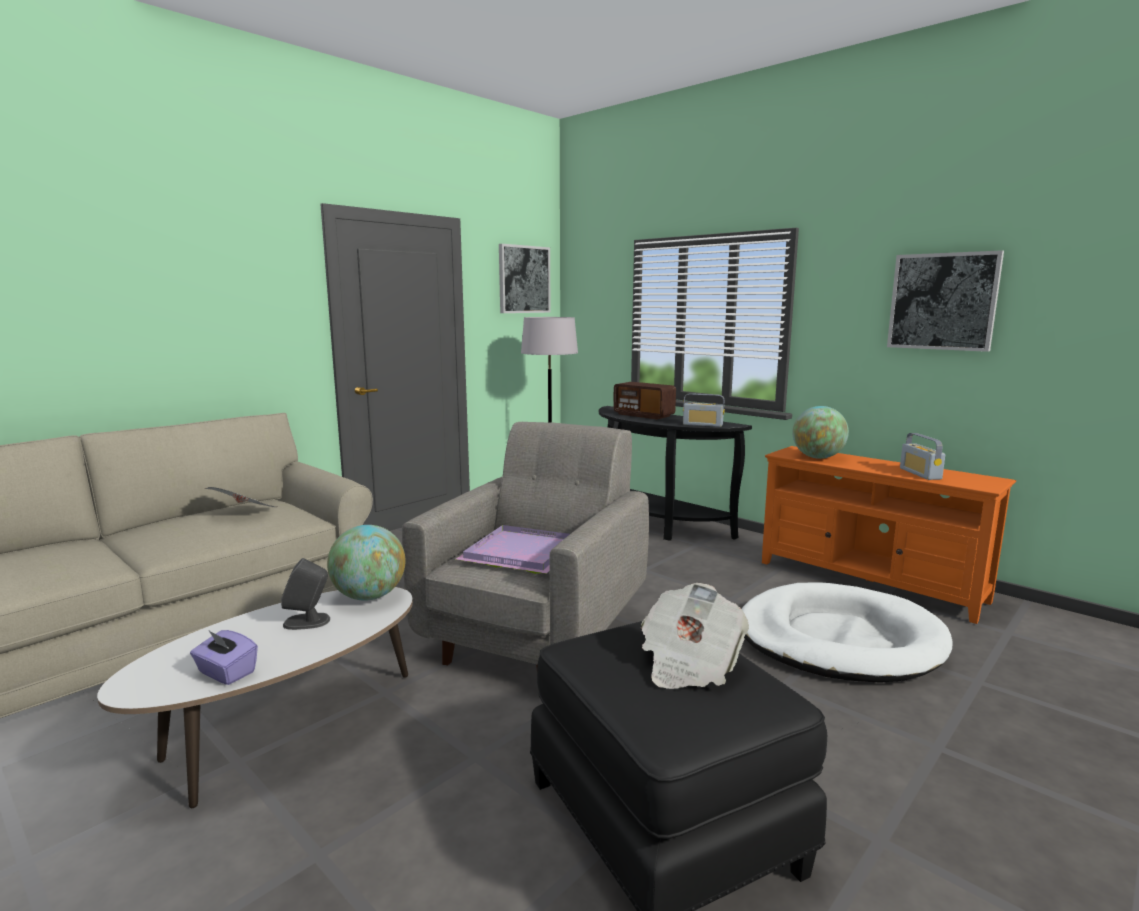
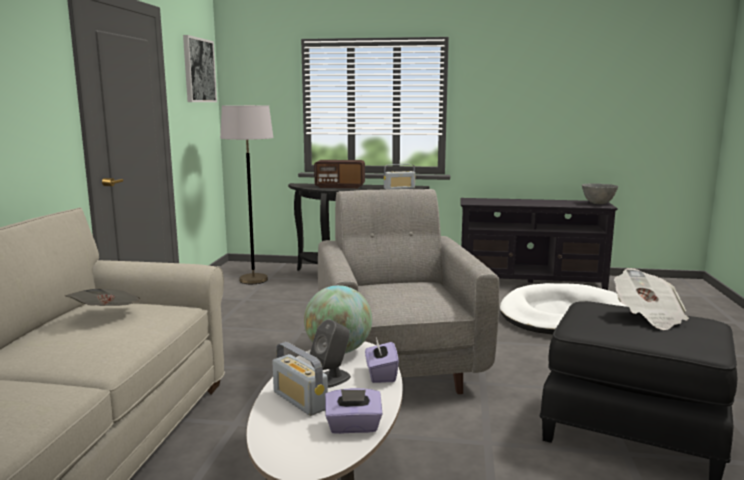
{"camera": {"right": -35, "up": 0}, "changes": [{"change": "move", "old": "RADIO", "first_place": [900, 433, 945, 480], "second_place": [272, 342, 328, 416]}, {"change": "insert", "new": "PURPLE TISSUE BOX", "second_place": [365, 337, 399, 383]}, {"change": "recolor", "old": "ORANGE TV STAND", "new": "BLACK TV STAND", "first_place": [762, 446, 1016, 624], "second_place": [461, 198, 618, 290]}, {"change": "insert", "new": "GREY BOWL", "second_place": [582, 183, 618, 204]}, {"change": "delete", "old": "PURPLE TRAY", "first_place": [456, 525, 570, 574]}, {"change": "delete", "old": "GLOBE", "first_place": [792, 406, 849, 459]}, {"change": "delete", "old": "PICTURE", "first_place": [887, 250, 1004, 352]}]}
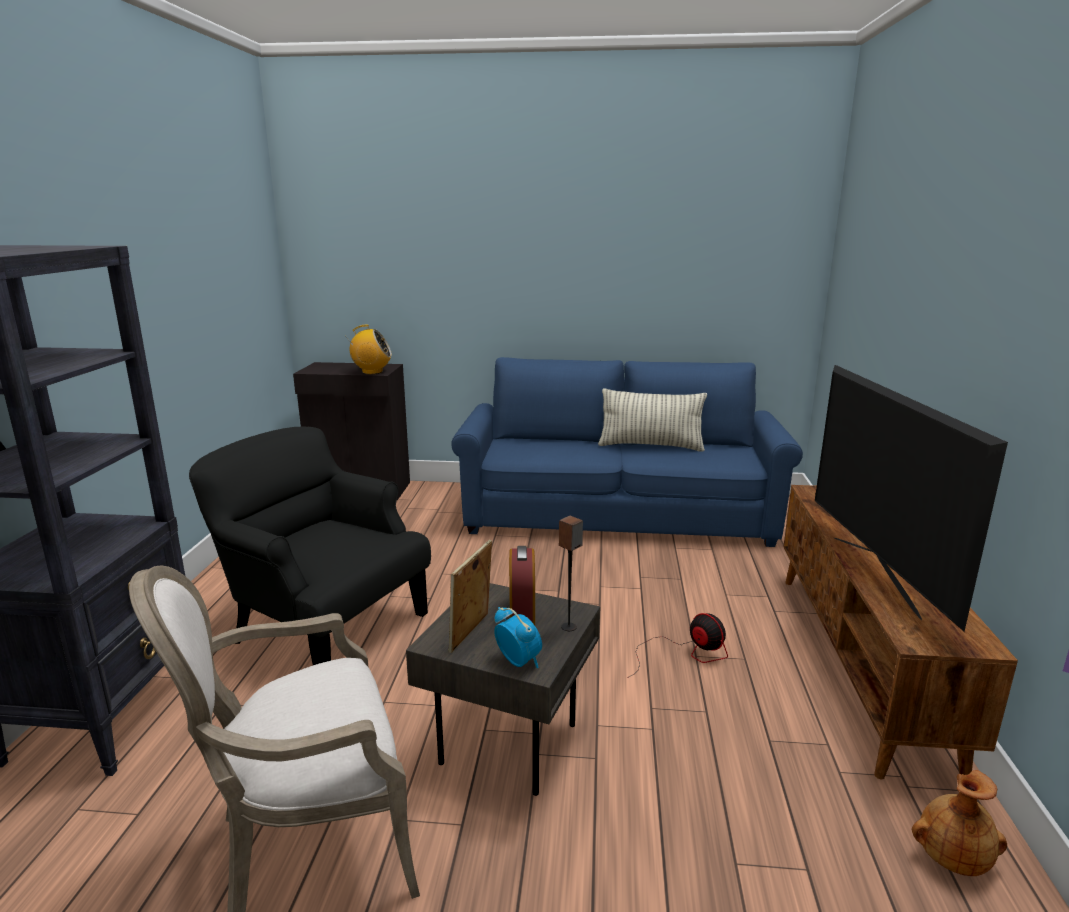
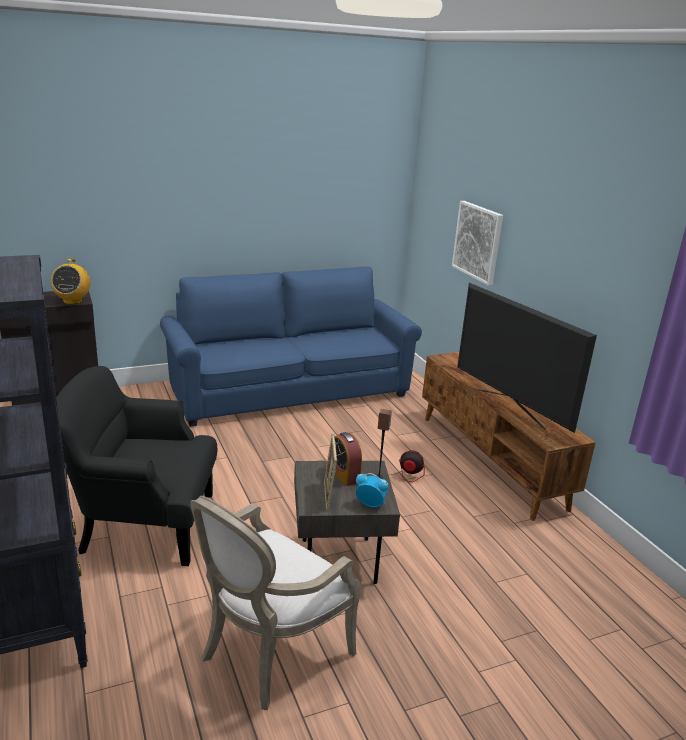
{"camera": {"right": -30, "up": 5}, "changes": [{"change": "rotate", "old": "RADIO", "first_place": [345, 325, 392, 374], "second_place": [51, 259, 90, 304], "degrees": 120}, {"change": "insert", "new": "PICTURE", "second_place": [452, 201, 503, 286]}, {"change": "delete", "old": "PILLOW", "first_place": [598, 389, 707, 452]}, {"change": "delete", "old": "BROWN VASE", "first_place": [912, 770, 1007, 876]}]}
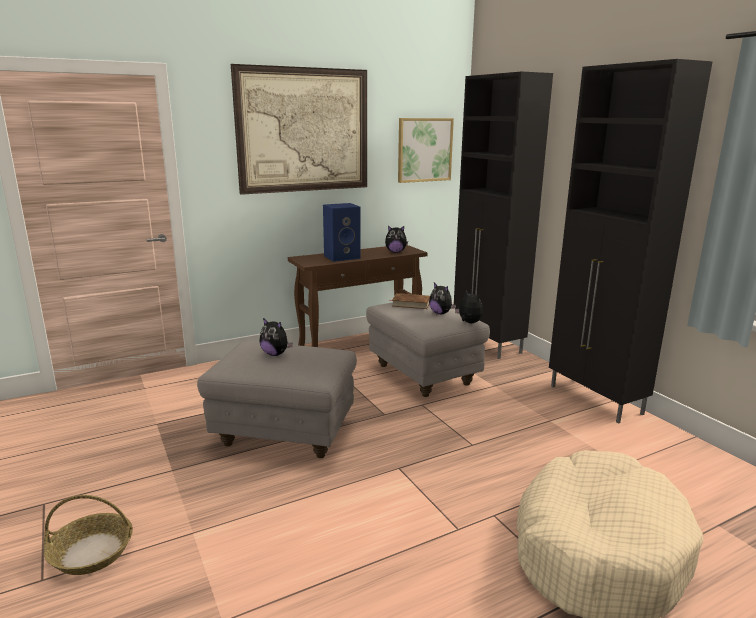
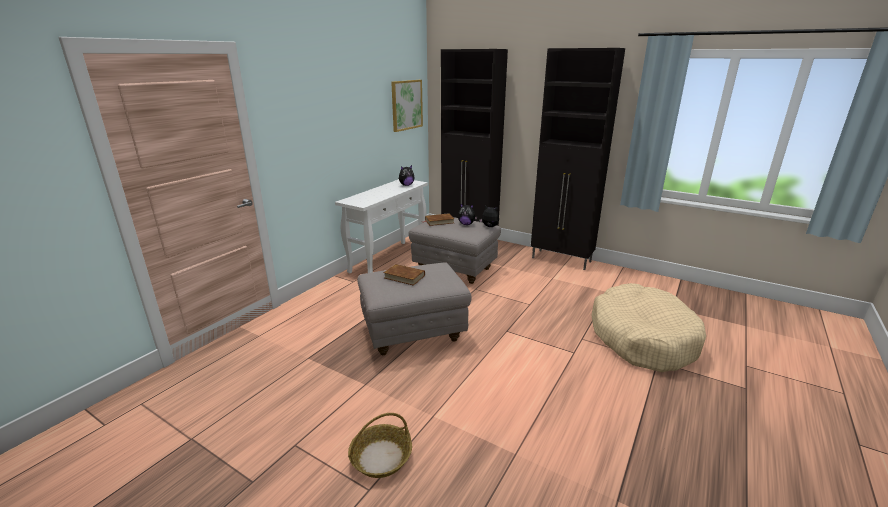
{"camera": {"right": -30, "up": 5}, "changes": [{"change": "recolor", "old": "BROWN CONSOLE TABLE", "new": "WHITE CONSOLE TABLE", "first_place": [288, 245, 428, 347], "second_place": [335, 179, 428, 273]}, {"change": "replace", "old": "PLUSH TOY", "new": "BROWN BOOK", "first_place": [259, 318, 293, 356], "second_place": [384, 264, 425, 286]}, {"change": "delete", "old": "PICTURE", "first_place": [231, 64, 367, 195]}, {"change": "delete", "old": "BLUE SPEAKER", "first_place": [323, 203, 361, 262]}]}
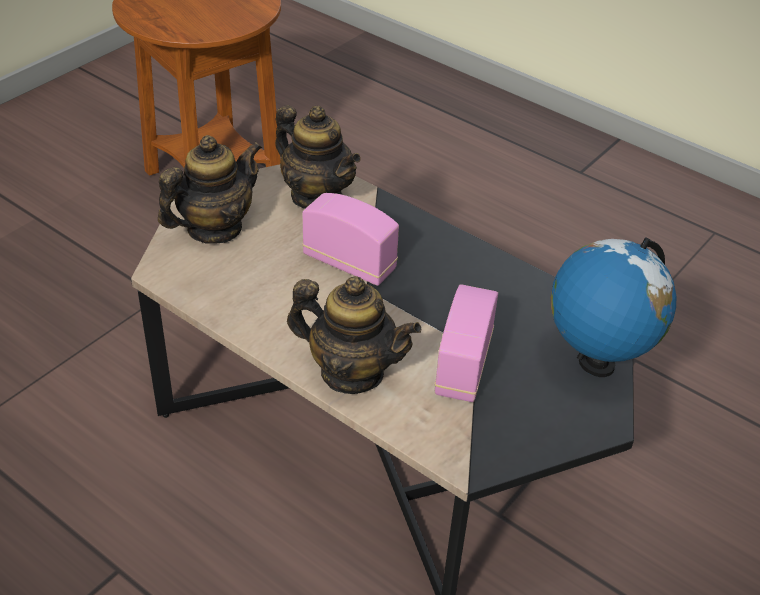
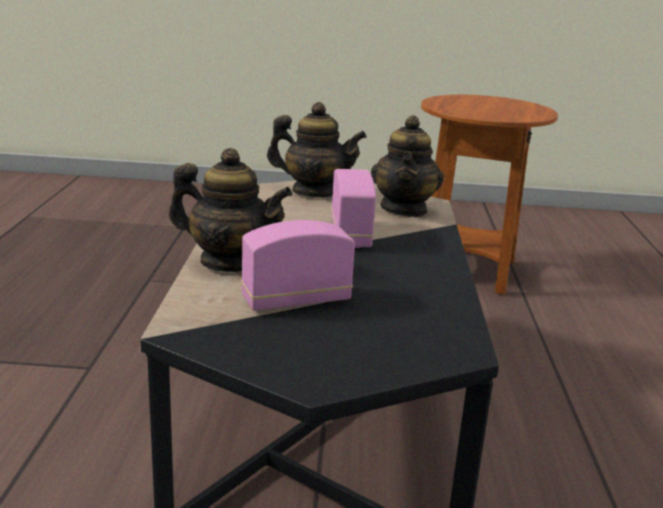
{"camera": {"right": 55, "up": -20}, "changes": [{"change": "rotate", "old": "TEAPOT", "first_place": [287, 276, 422, 394], "second_place": [169, 148, 292, 272], "degrees": -60}, {"change": "delete", "old": "GLOBE", "first_place": [551, 237, 676, 377]}]}
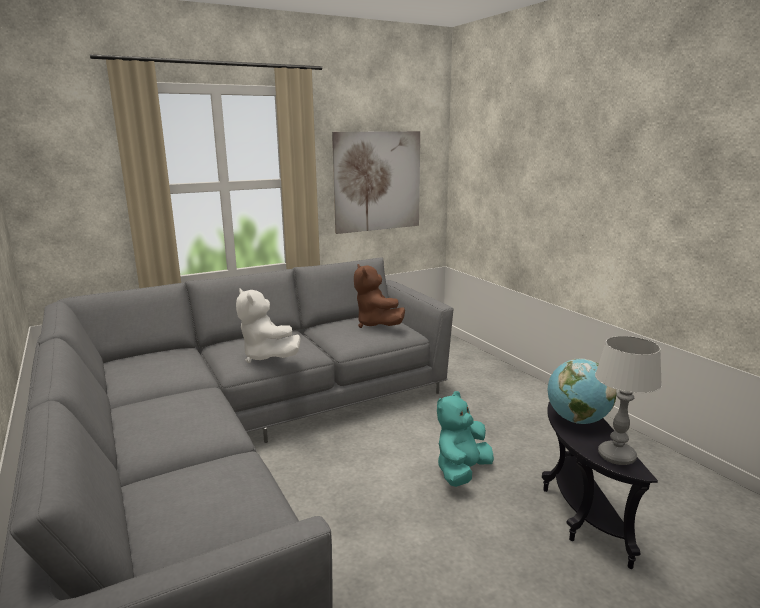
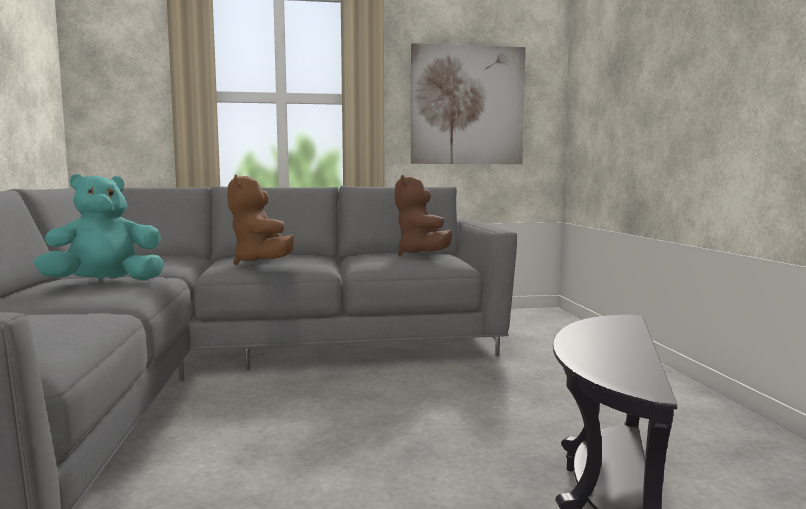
{"camera": {"right": 20, "up": -10}, "changes": [{"change": "move", "old": "TURQUOISE PLUSH TOY", "first_place": [437, 391, 494, 487], "second_place": [34, 174, 164, 280]}, {"change": "recolor", "old": "WHITE PLUSH TOY", "new": "BROWN PLUSH TOY", "first_place": [236, 289, 301, 363], "second_place": [227, 174, 295, 265]}, {"change": "delete", "old": "GLOBE", "first_place": [548, 358, 616, 424]}, {"change": "delete", "old": "TABLE LAMP", "first_place": [595, 336, 662, 465]}]}
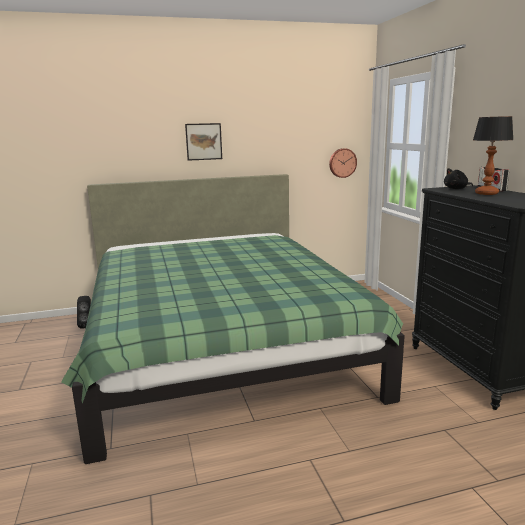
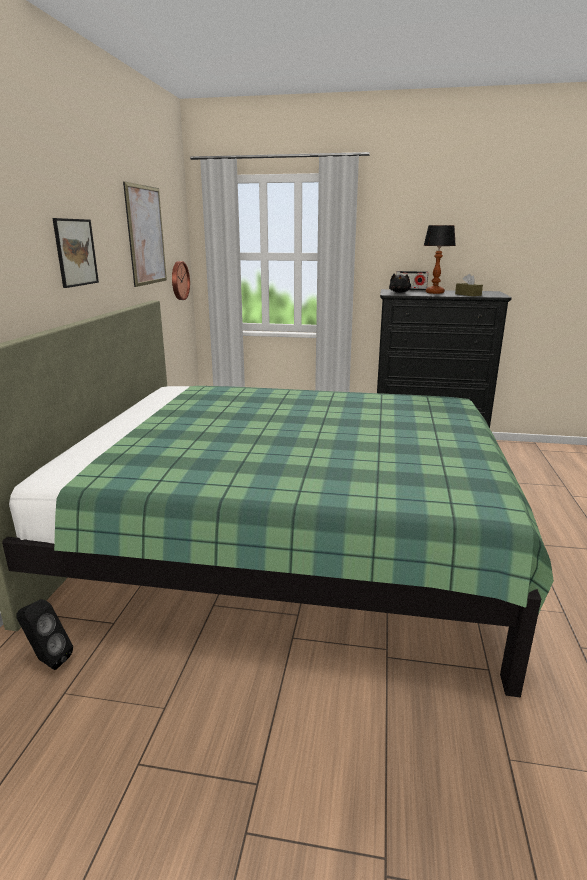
{"camera": {"right": -65, "up": 5}, "changes": [{"change": "insert", "new": "PICTURE", "second_place": [123, 181, 167, 287]}, {"change": "insert", "new": "BROWN TISSUE BOX", "second_place": [455, 274, 483, 296]}]}
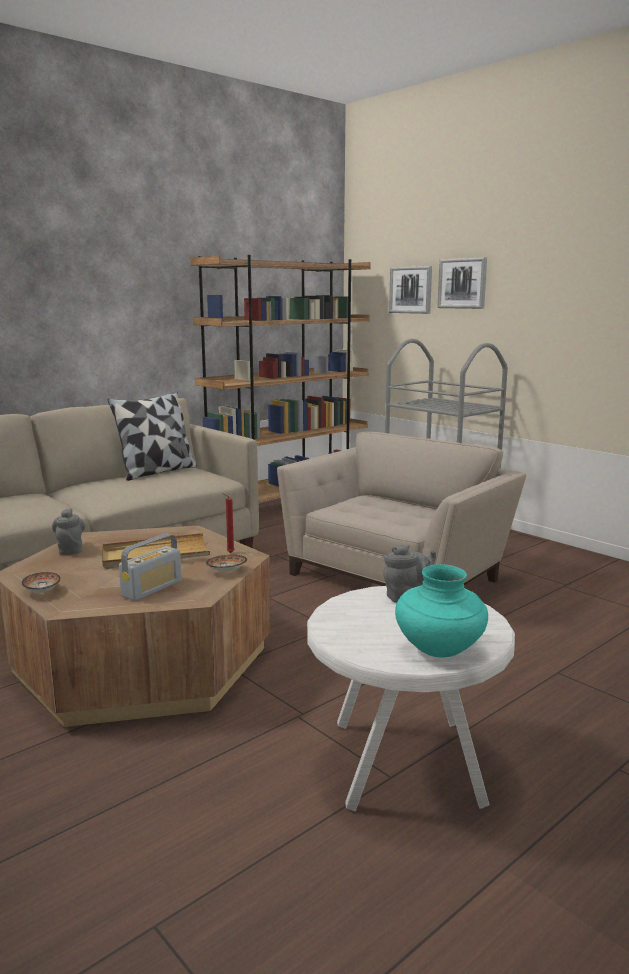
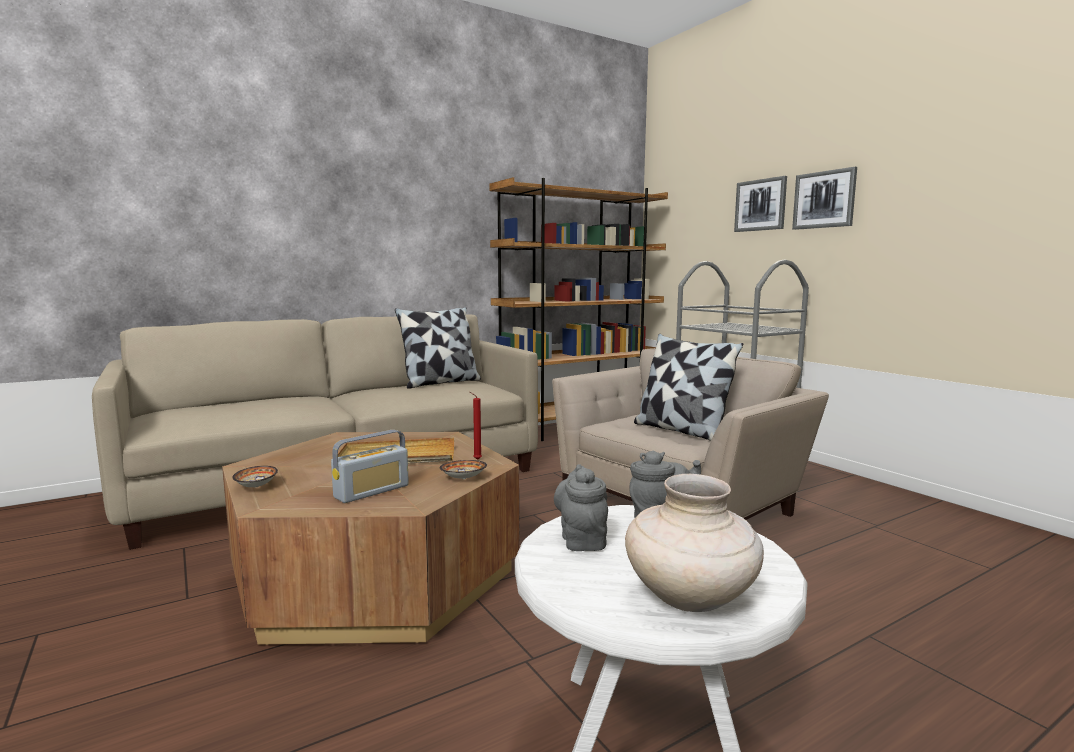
{"camera": {"right": 10, "up": -5}, "changes": [{"change": "move", "old": "GREY TEAPOT", "first_place": [52, 508, 85, 555], "second_place": [554, 464, 608, 551]}, {"change": "recolor", "old": "TURQUOISE VASE", "new": "BEIGE VASE", "first_place": [395, 564, 488, 657], "second_place": [625, 474, 764, 612]}, {"change": "insert", "new": "PILLOW", "second_place": [634, 334, 743, 441]}, {"change": "move", "old": "PICTURE", "first_place": [389, 266, 432, 314], "second_place": [792, 167, 857, 230]}]}
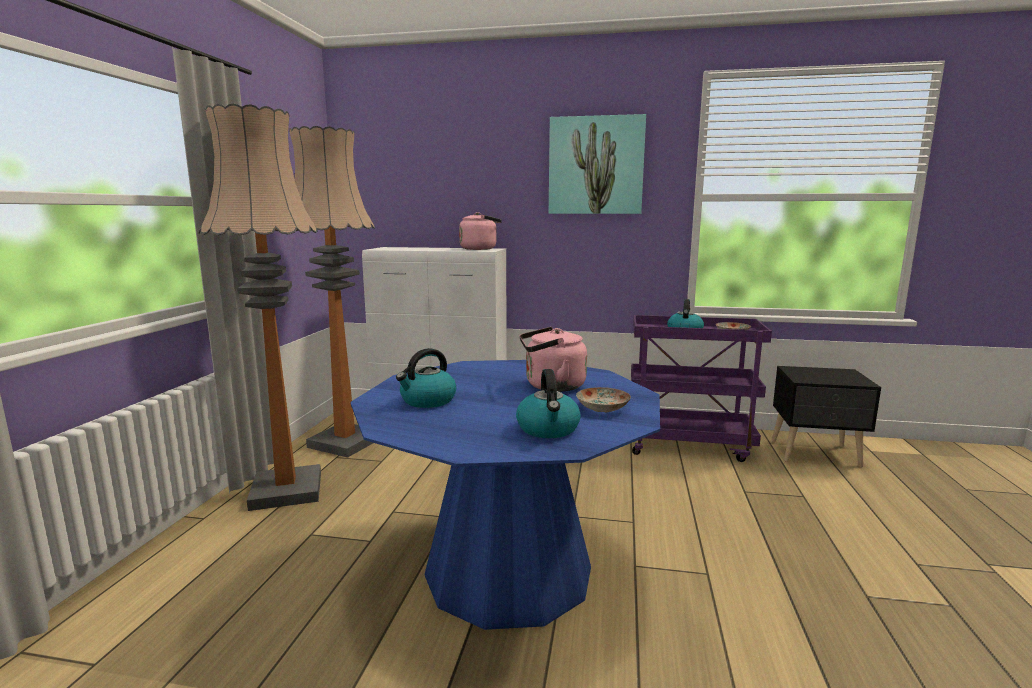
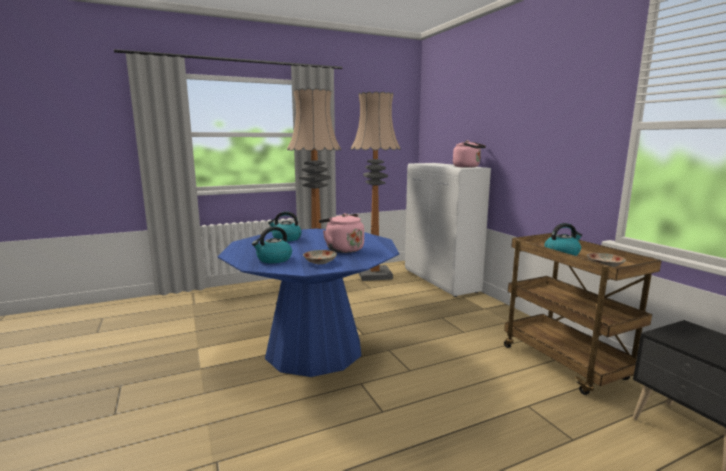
{"camera": {"right": 55, "up": 0}, "changes": [{"change": "recolor", "old": "PURPLE CART", "new": "BROWN CART", "first_place": [631, 315, 772, 462], "second_place": [504, 233, 662, 395]}, {"change": "delete", "old": "PICTURE", "first_place": [549, 114, 646, 214]}]}
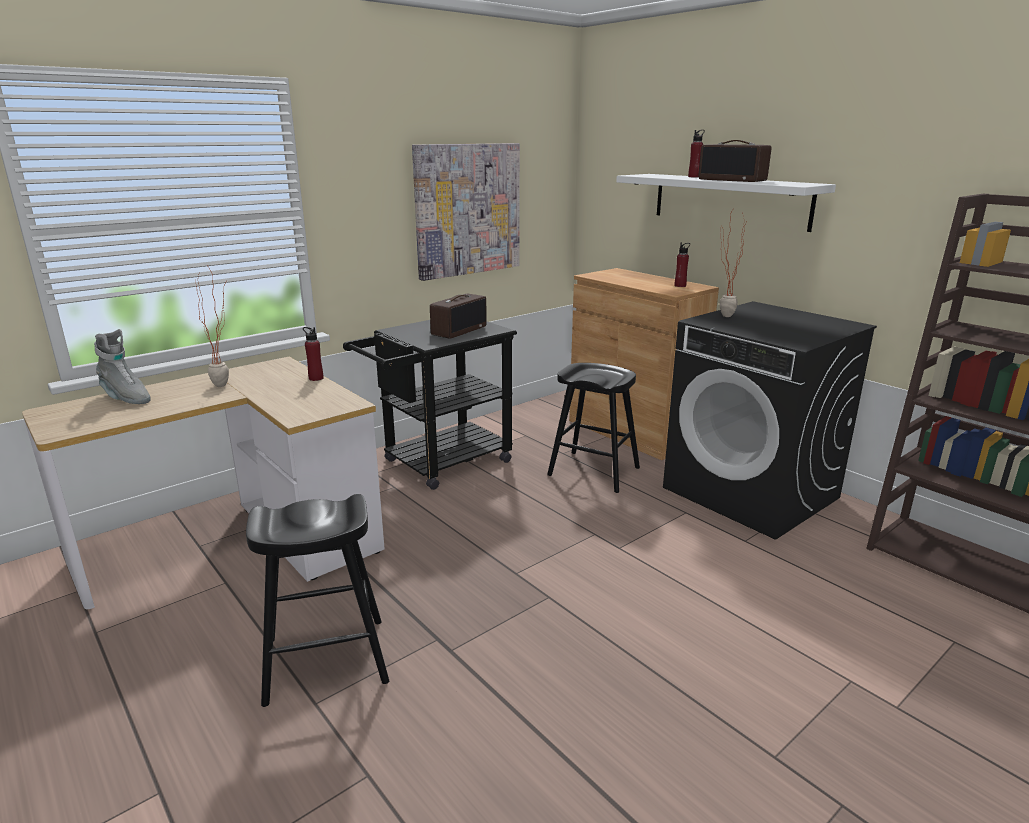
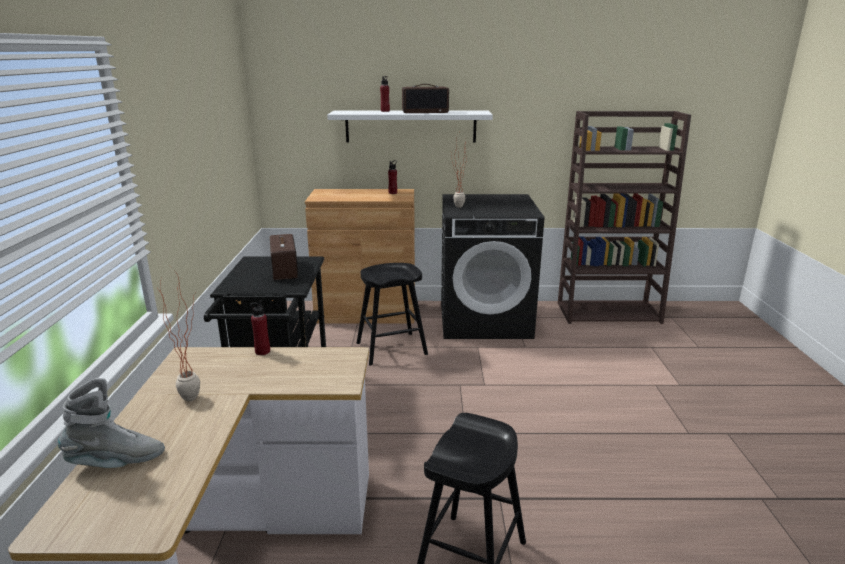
{"camera": {"right": -50, "up": 0}, "changes": [{"change": "delete", "old": "PICTURE", "first_place": [412, 143, 520, 281]}]}
